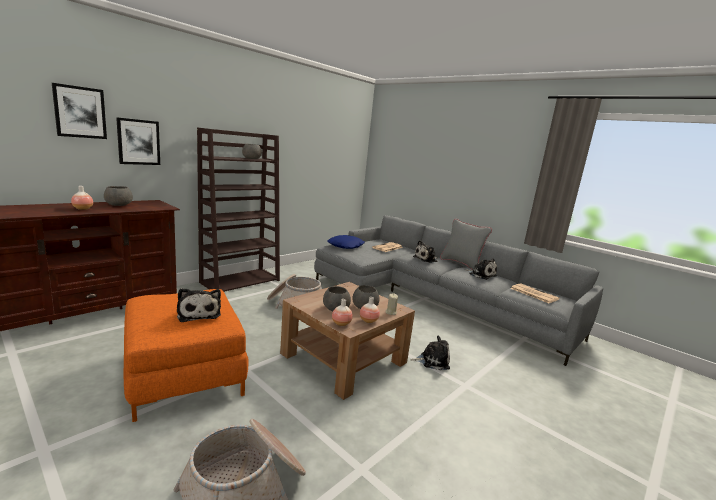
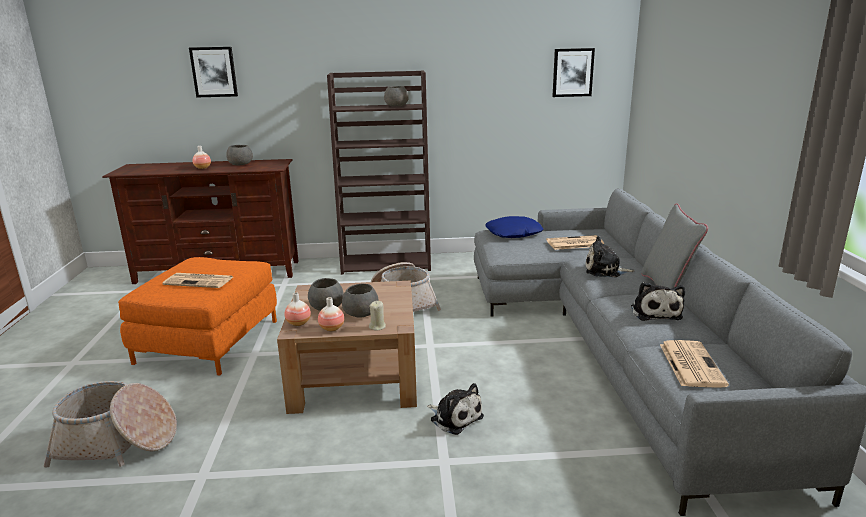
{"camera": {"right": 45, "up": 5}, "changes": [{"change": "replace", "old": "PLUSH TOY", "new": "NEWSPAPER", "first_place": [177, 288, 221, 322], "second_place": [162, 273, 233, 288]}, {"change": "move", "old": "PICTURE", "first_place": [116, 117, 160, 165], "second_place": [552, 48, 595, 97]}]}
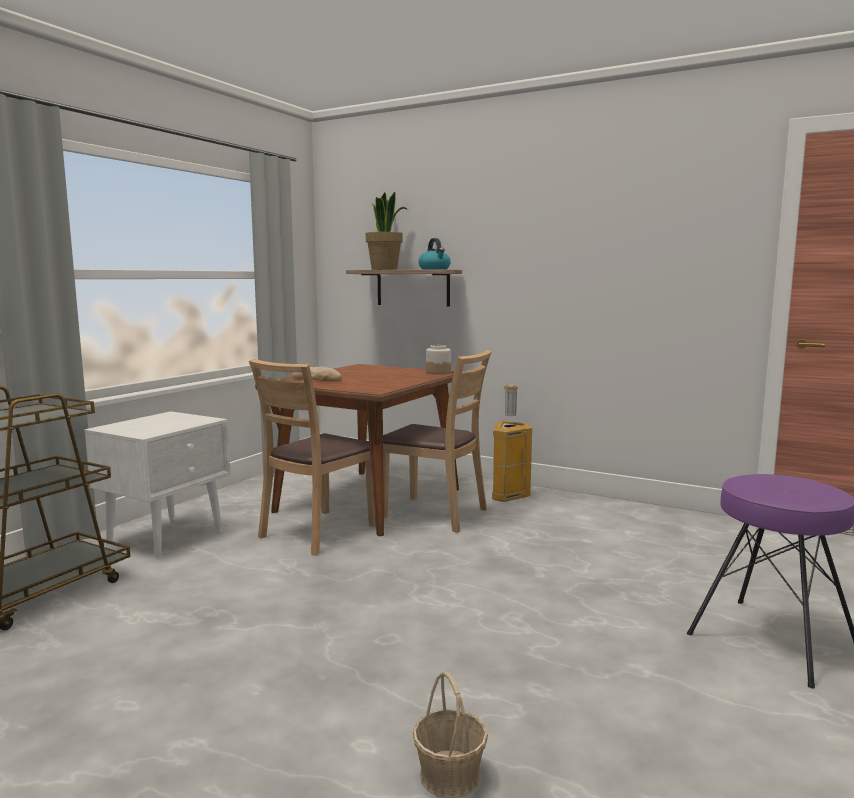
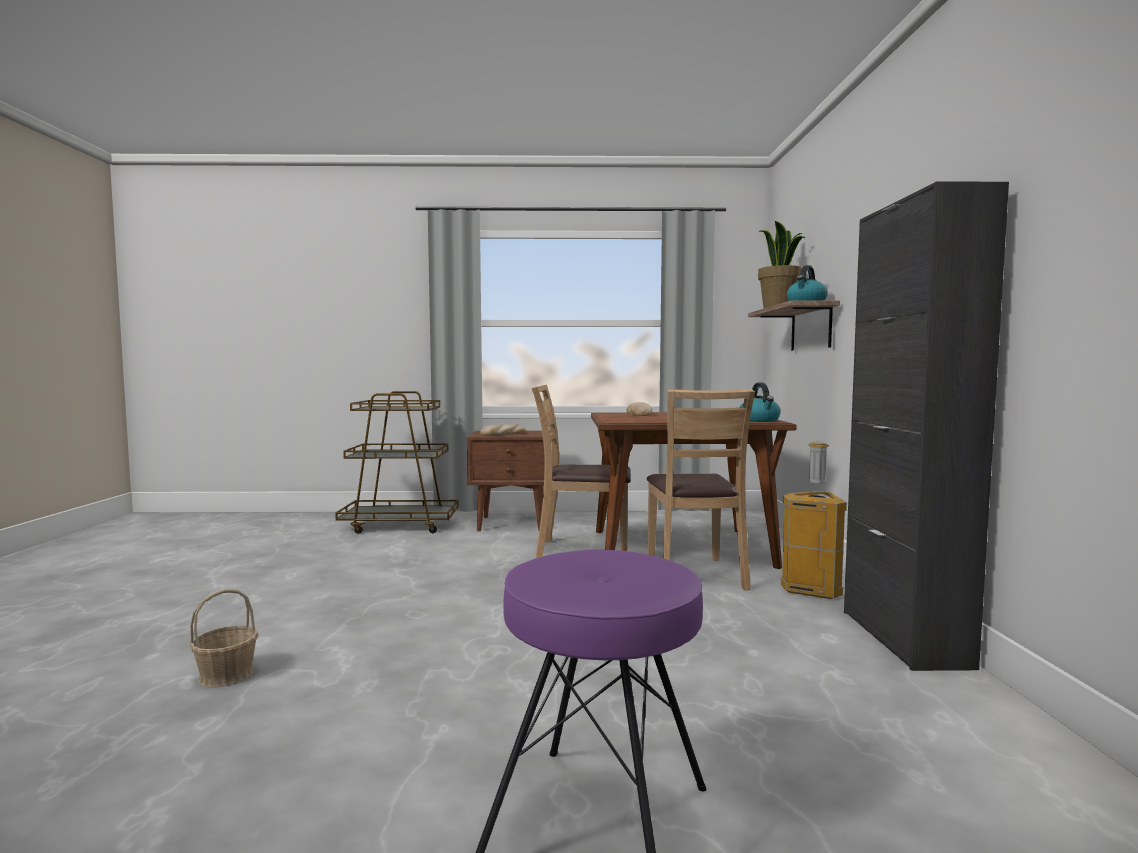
{"camera": {"right": 60, "up": -5}, "changes": [{"change": "recolor", "old": "WHITE NIGHTSTAND", "new": "BROWN NIGHTSTAND", "first_place": [84, 411, 230, 559], "second_place": [467, 431, 550, 531]}, {"change": "insert", "new": "BREAD", "second_place": [480, 423, 526, 436]}, {"change": "replace", "old": "JAR", "new": "KETTLE", "first_place": [426, 345, 451, 374], "second_place": [740, 382, 781, 422]}, {"change": "insert", "new": "BLACK CABINET", "second_place": [844, 181, 1009, 671]}]}
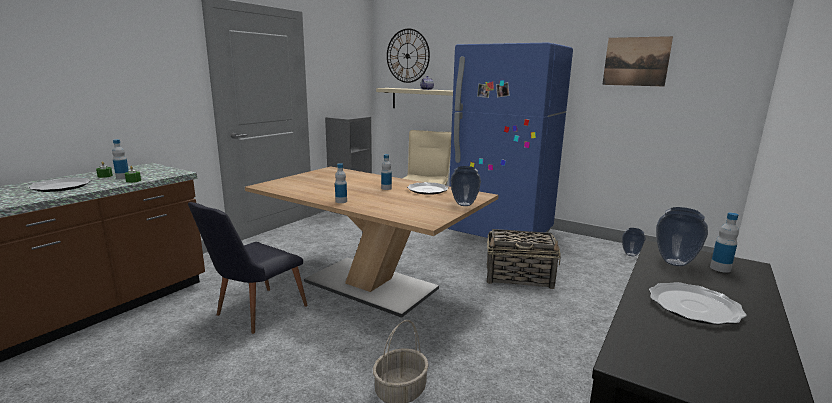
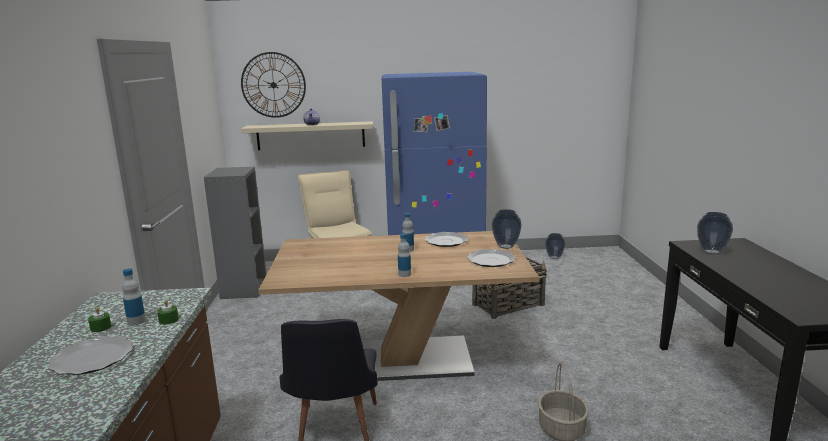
{"camera": {"right": -35, "up": 0}, "changes": [{"change": "move", "old": "PLATE", "first_place": [649, 282, 747, 325], "second_place": [467, 249, 516, 267]}, {"change": "delete", "old": "PICTURE", "first_place": [602, 36, 673, 87]}, {"change": "delete", "old": "BOTTLE", "first_place": [710, 213, 739, 273]}]}
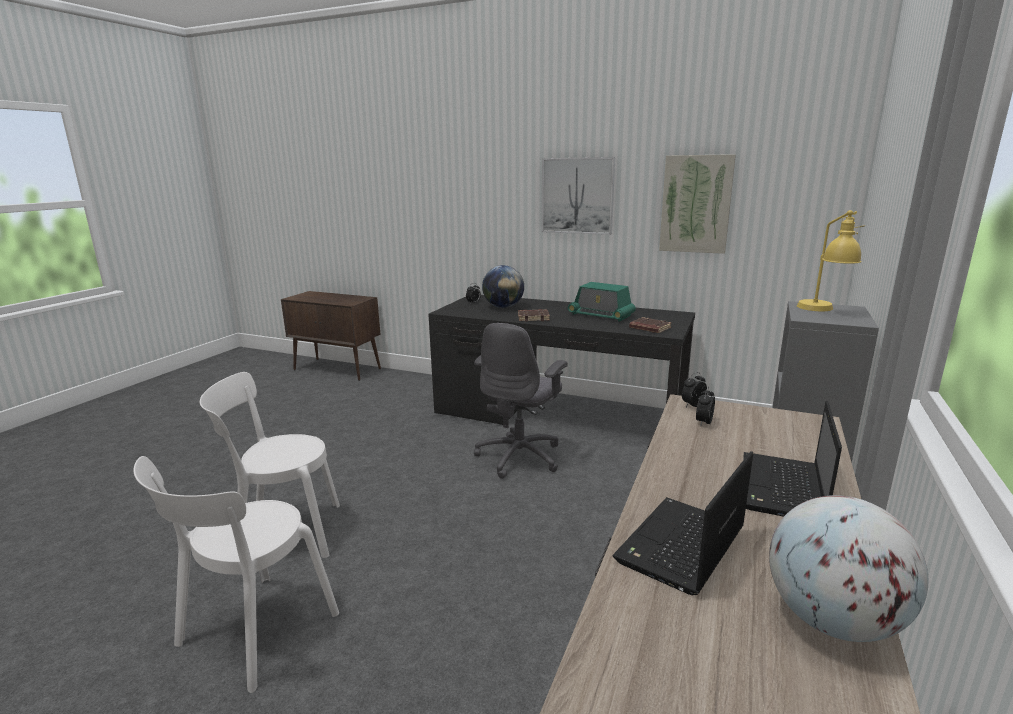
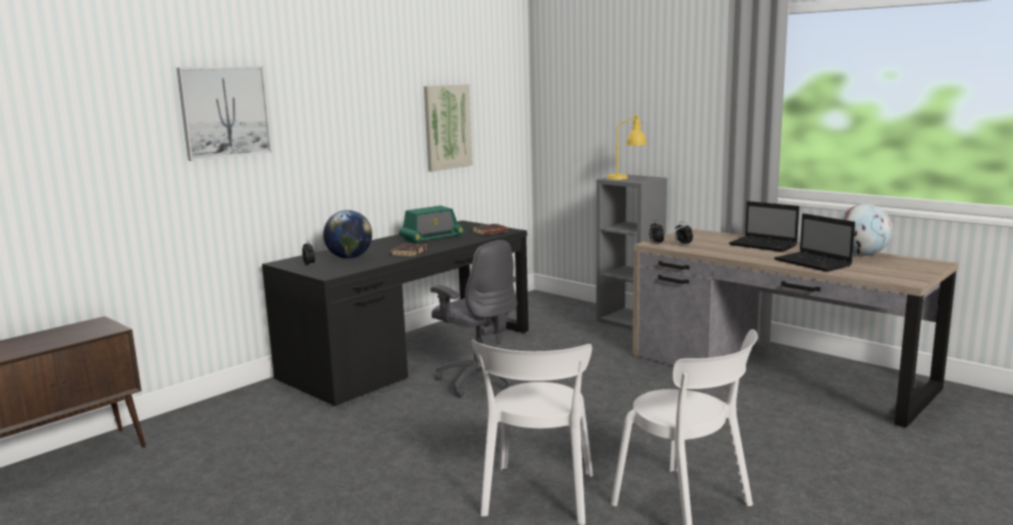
{"camera": {"right": -70, "up": -5}, "changes": [{"change": "move", "old": "PICTURE", "first_place": [542, 157, 615, 235], "second_place": [176, 66, 272, 161]}]}
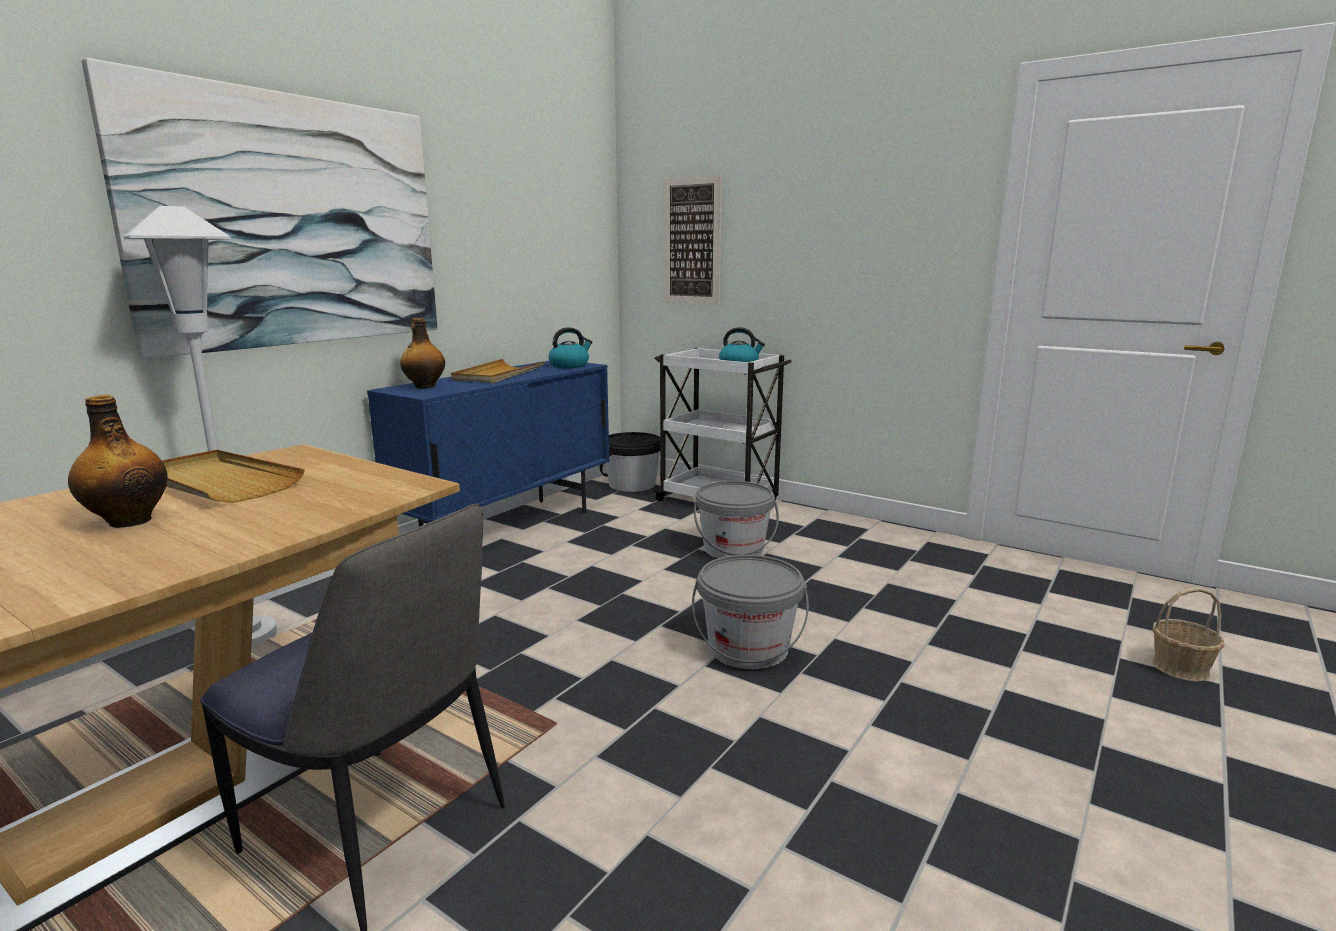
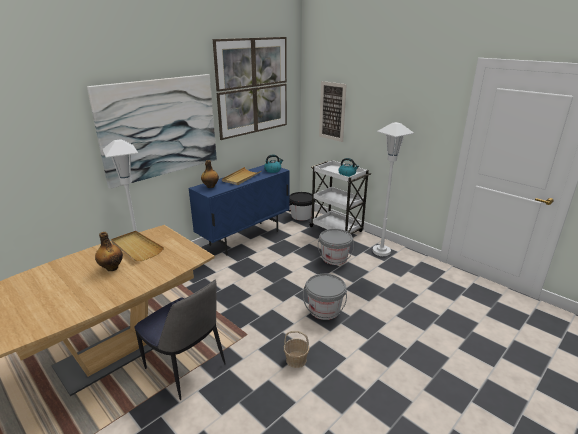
{"camera": {"right": 10, "up": 10}, "changes": [{"change": "insert", "new": "PICTURE", "second_place": [213, 37, 287, 140]}, {"change": "move", "old": "BASKET", "first_place": [1153, 587, 1225, 682], "second_place": [284, 331, 309, 368]}, {"change": "insert", "new": "WHITE FLOOR LAMP", "second_place": [373, 122, 414, 256]}]}
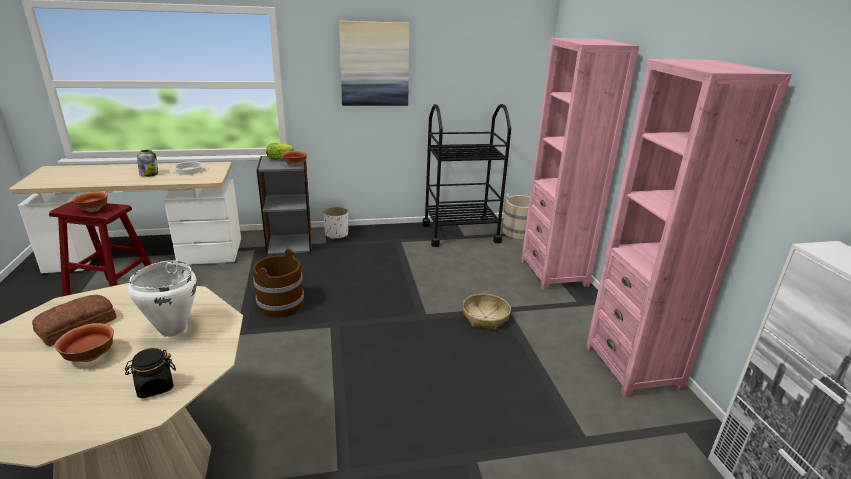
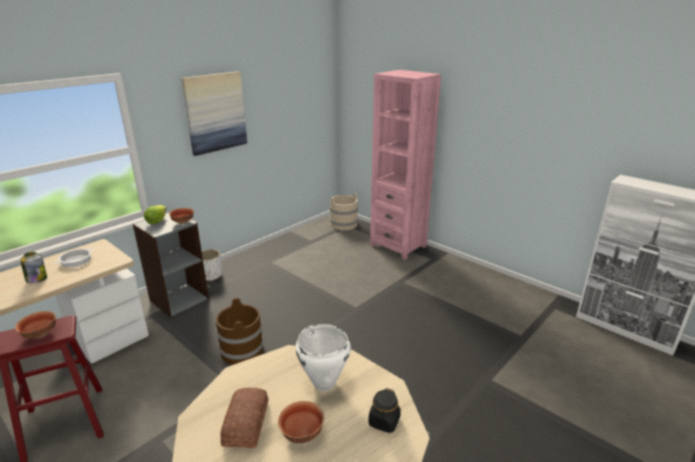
{"camera": {"right": -35, "up": 0}, "changes": [{"change": "delete", "old": "BLACK CART", "first_place": [422, 104, 511, 247]}, {"change": "delete", "old": "BASKET", "first_place": [463, 294, 511, 330]}, {"change": "delete", "old": "PINK BOOKCASE", "first_place": [586, 59, 792, 398]}]}
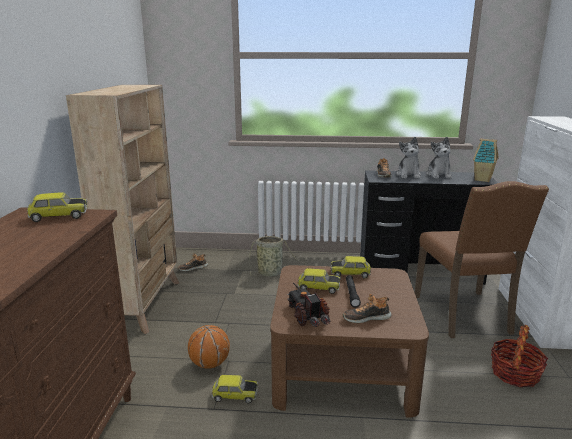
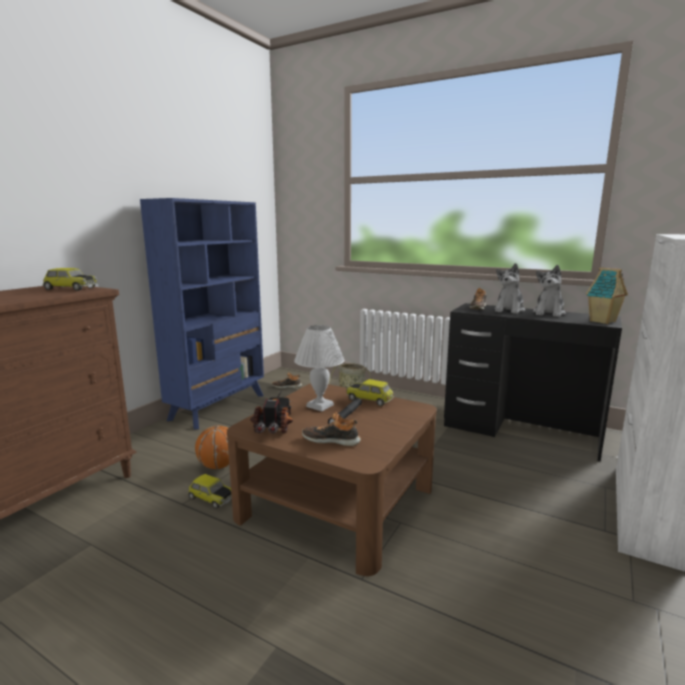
{"camera": {"right": 25, "up": -5}, "changes": [{"change": "recolor", "old": "BEIGE BOOKCASE", "new": "BLUE BOOKCASE", "first_place": [66, 85, 179, 334], "second_place": [140, 198, 264, 430]}, {"change": "replace", "old": "TOY CAR", "new": "WHITE TABLE LAMP", "first_place": [298, 268, 341, 294], "second_place": [294, 325, 345, 411]}, {"change": "delete", "old": "BROWN CHAIR", "first_place": [415, 181, 549, 338]}, {"change": "delete", "old": "BASKET", "first_place": [491, 325, 548, 387]}]}
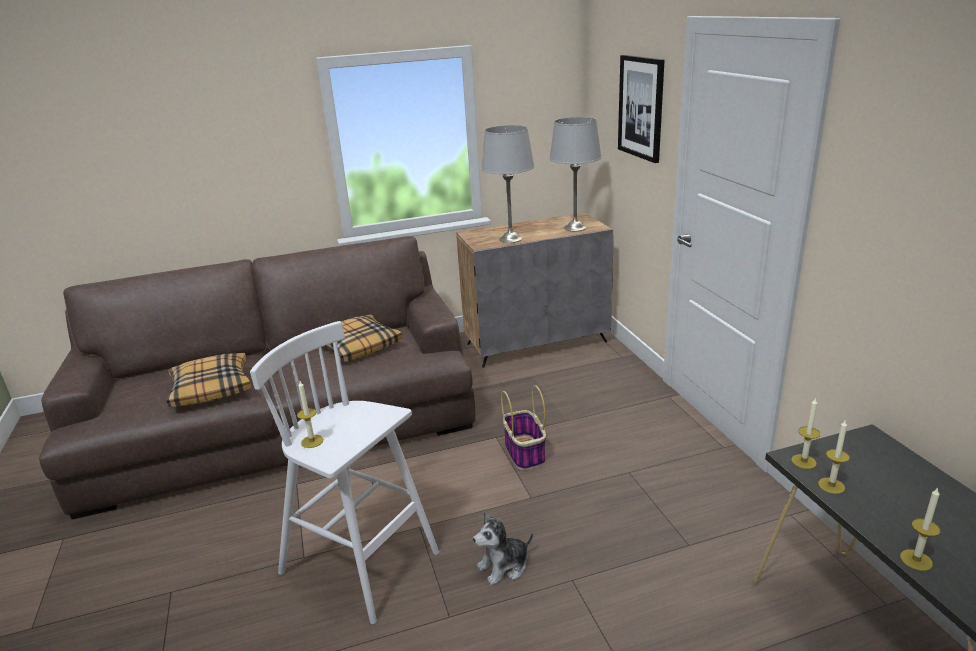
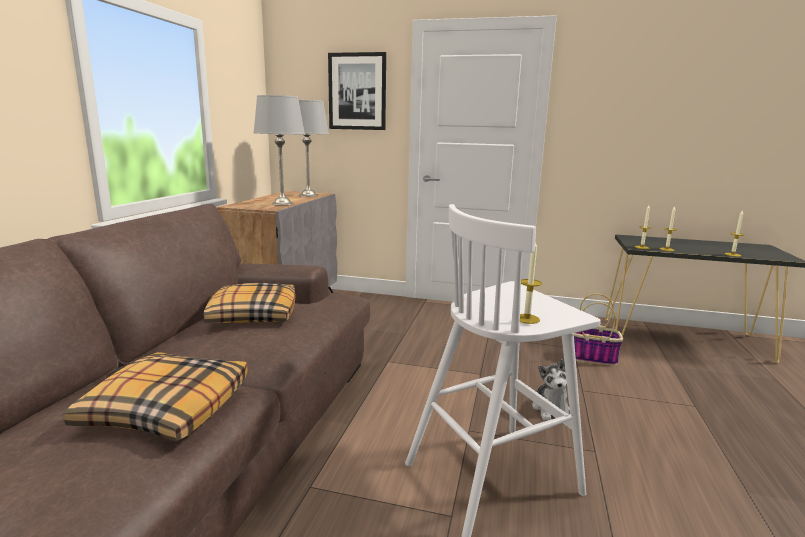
{"camera": {"right": -60, "up": -10}, "changes": [{"change": "move", "old": "BASKET", "first_place": [501, 385, 546, 470], "second_place": [574, 293, 623, 366]}]}
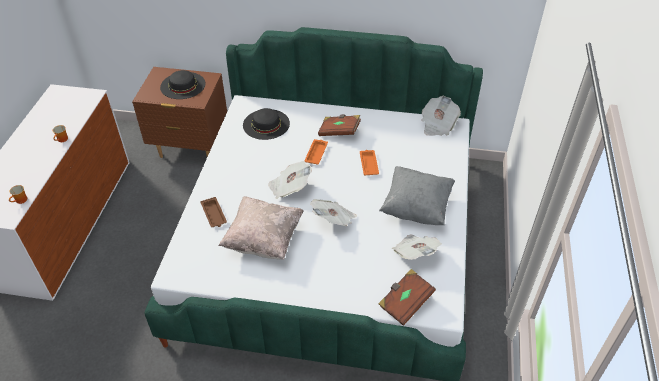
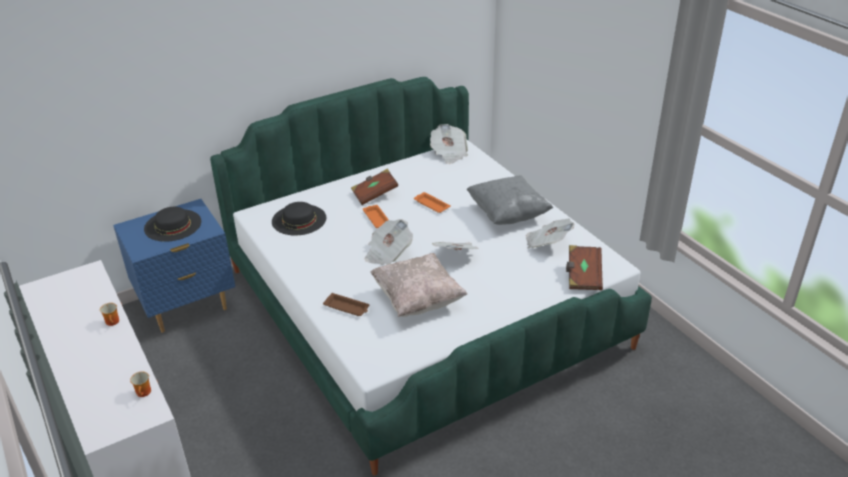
{"camera": {"right": -40, "up": -10}, "changes": [{"change": "recolor", "old": "BROWN NIGHTSTAND", "new": "BLUE NIGHTSTAND", "first_place": [132, 67, 227, 158], "second_place": [113, 199, 235, 333]}]}
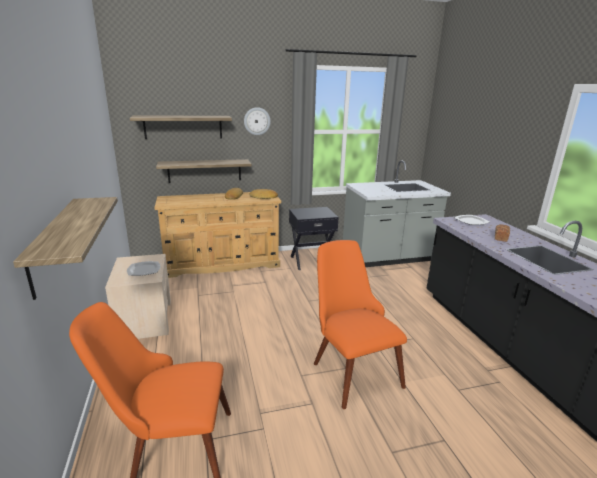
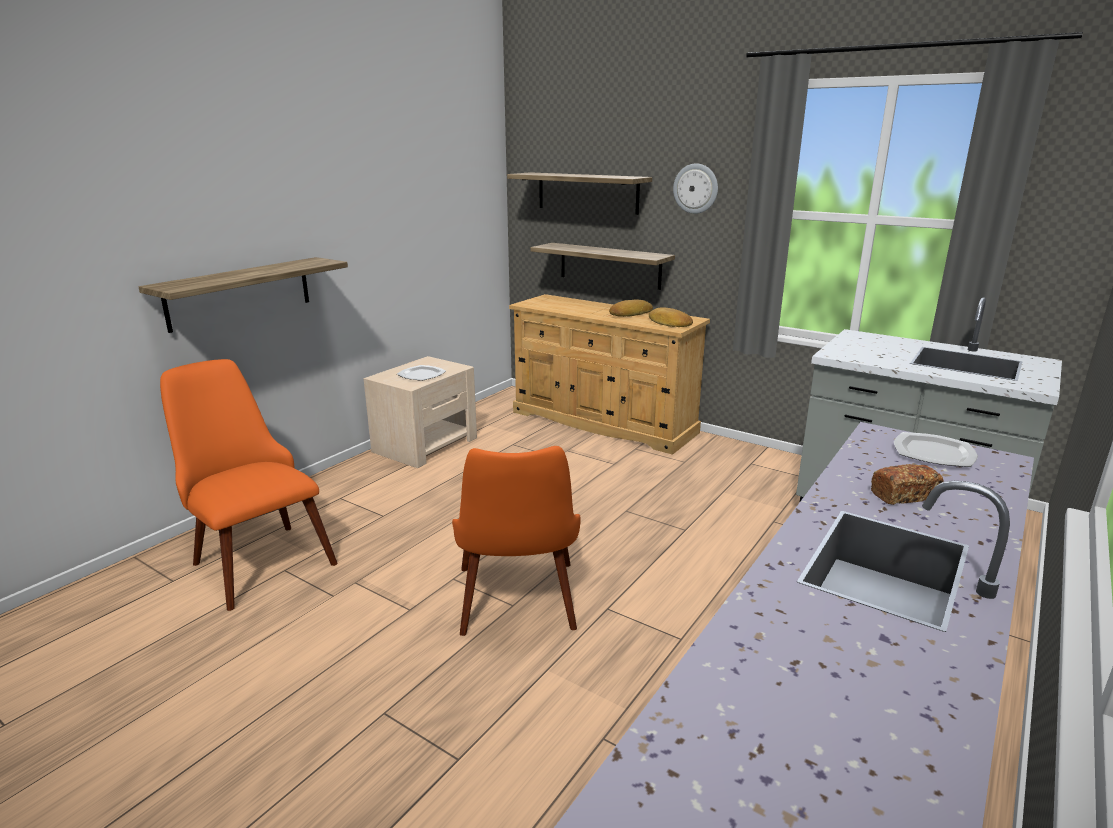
{"camera": {"right": 50, "up": 0}, "changes": [{"change": "rotate", "old": "ORANGE CHAIR", "first_place": [314, 240, 407, 409], "second_place": [452, 446, 580, 636], "degrees": 150}, {"change": "delete", "old": "BLACK NIGHTSTAND", "first_place": [289, 207, 339, 270]}]}
